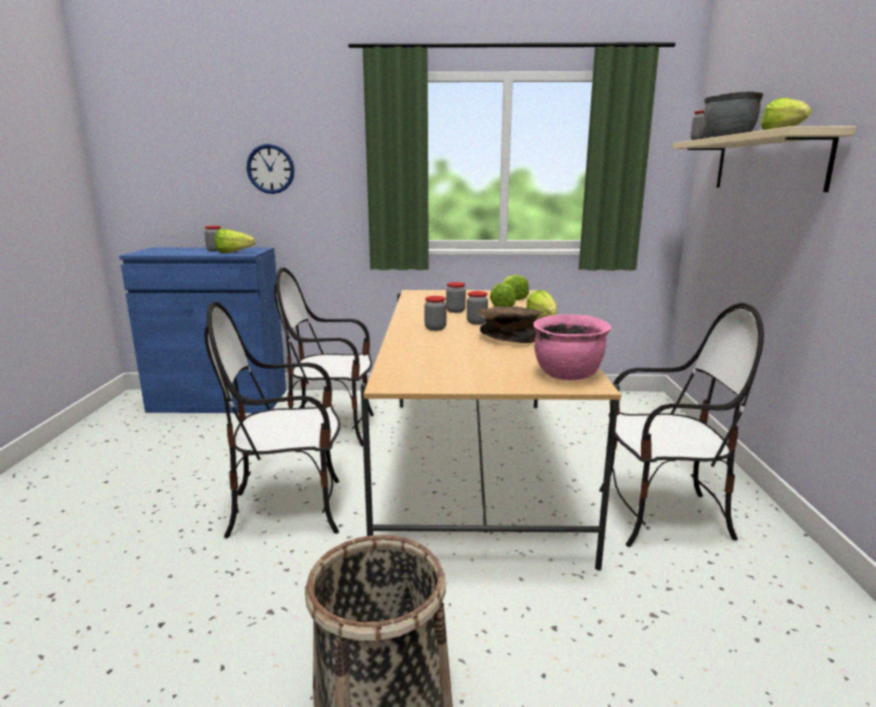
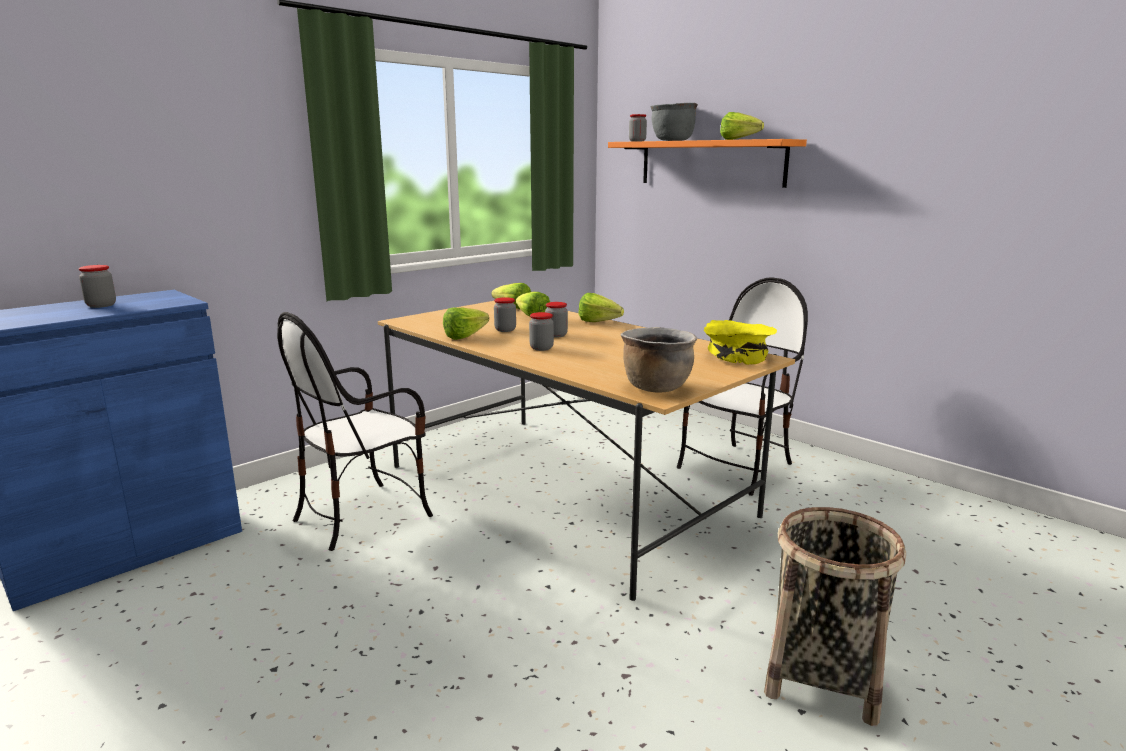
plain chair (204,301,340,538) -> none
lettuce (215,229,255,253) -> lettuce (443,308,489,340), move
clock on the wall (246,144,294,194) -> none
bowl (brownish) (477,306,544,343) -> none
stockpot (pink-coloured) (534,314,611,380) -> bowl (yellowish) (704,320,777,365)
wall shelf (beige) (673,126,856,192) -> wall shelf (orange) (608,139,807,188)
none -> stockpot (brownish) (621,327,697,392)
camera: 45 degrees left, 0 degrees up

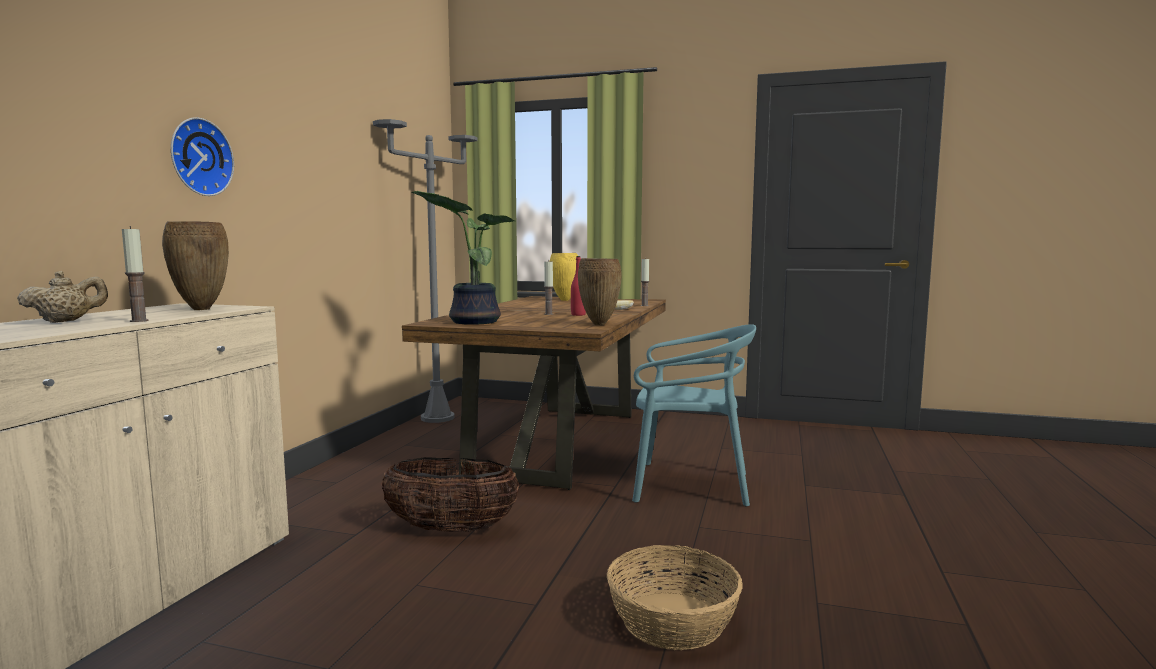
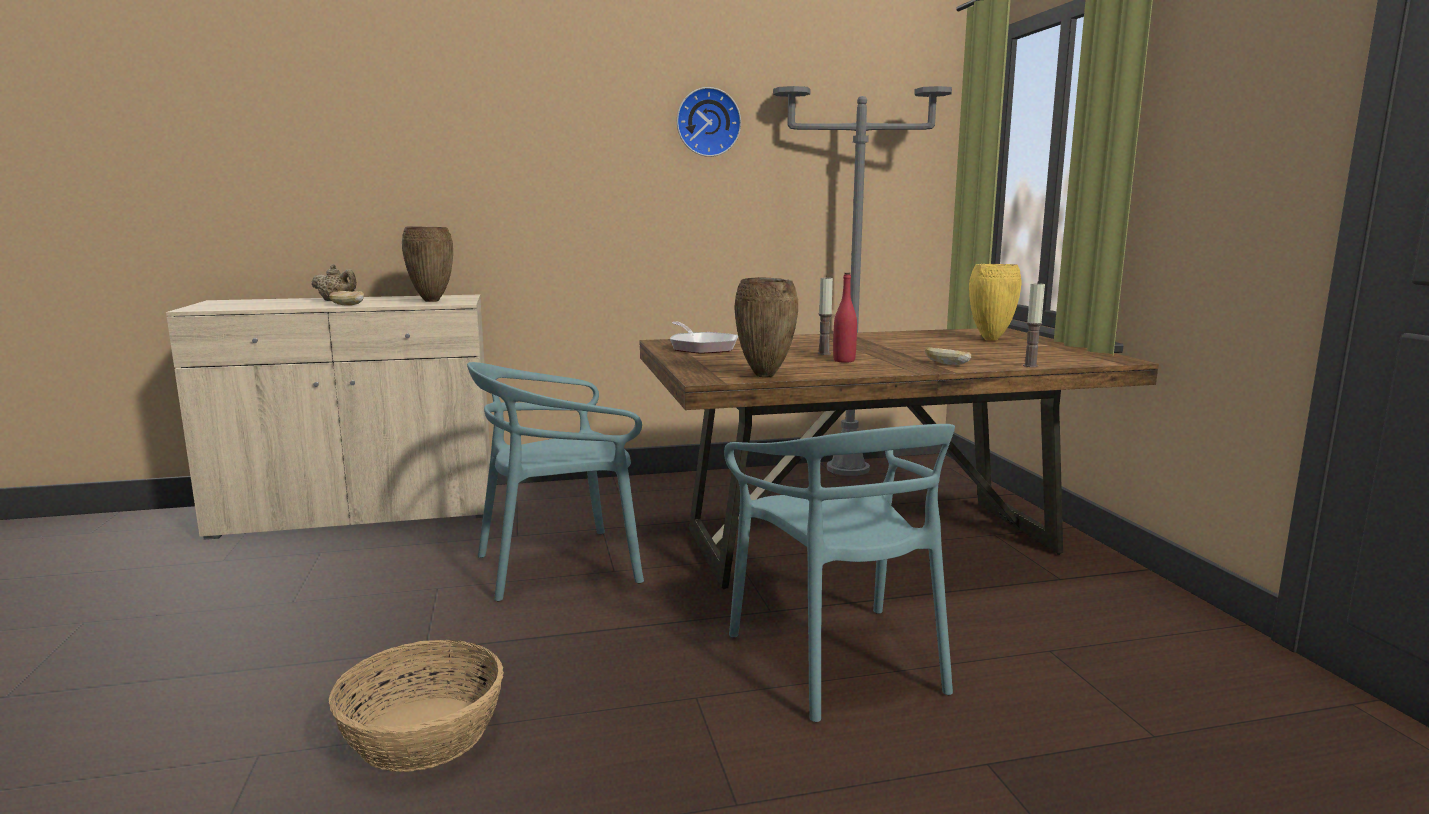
wax light (122,226,149,322) -> bread (329,291,364,306)
clock on the wall (171,117,234,196) -> clock on the wall (677,87,741,157), move
basket (381,457,519,532) -> plain chair (turquoise-coloured) (467,362,644,601)
plant in a pot (412,191,515,325) -> skillet (670,322,738,354)
camera: 60 degrees right, 5 degrees up

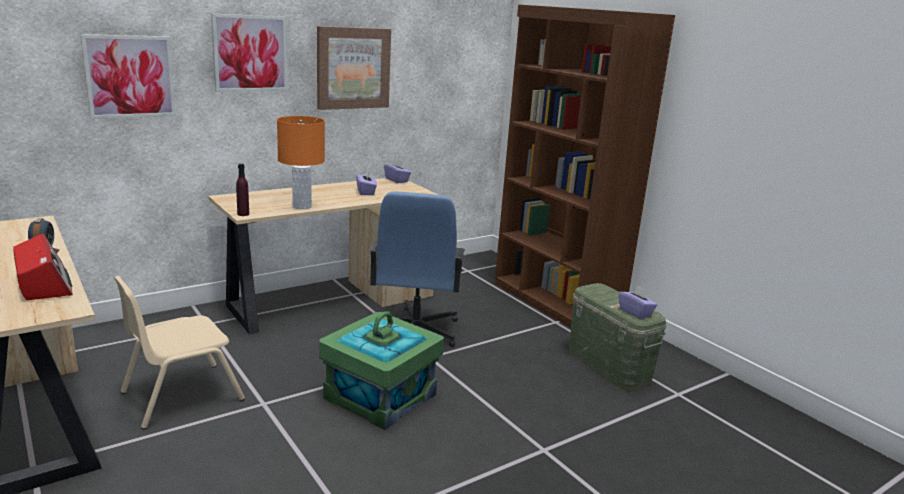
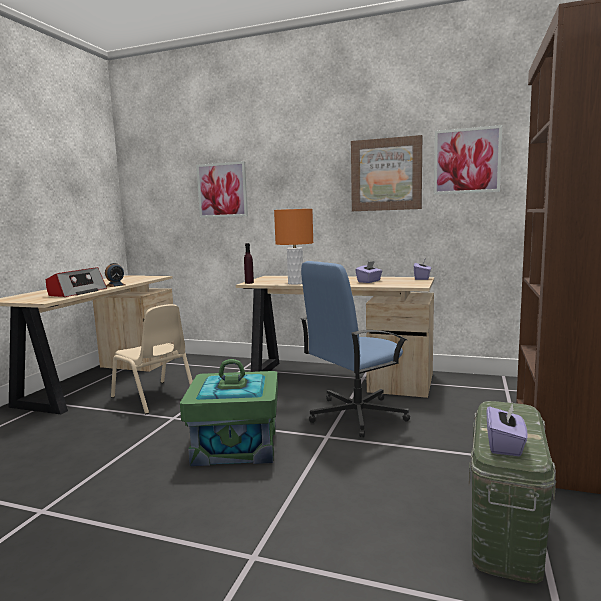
plain chair (beige) (114,276,245,429) -> plain chair (beige) (111,304,193,414), 150 degrees counterclockwise
wall picture (211,13,288,92) -> wall picture (434,125,502,195), move
camera: 55 degrees right, 10 degrees down

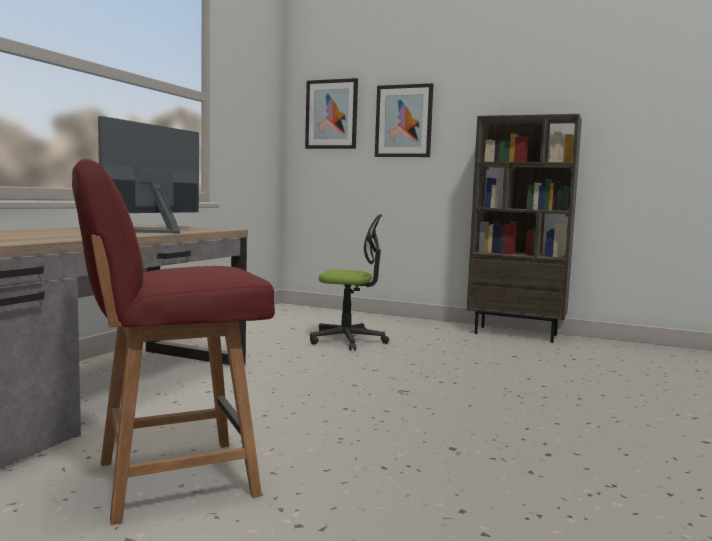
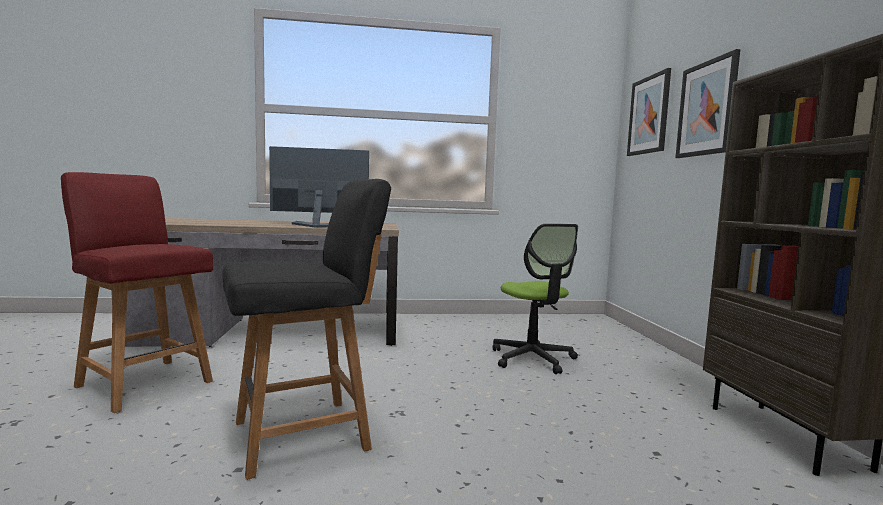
none -> plain chair (black-coloured) (223,179,391,480)
camera: 60 degrees right, 0 degrees up

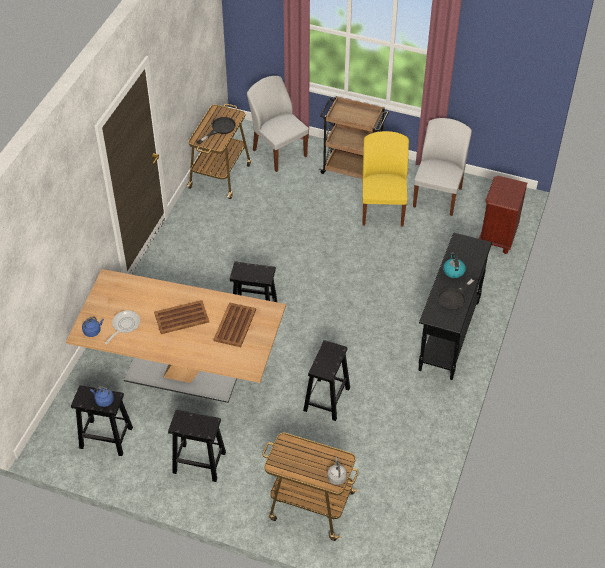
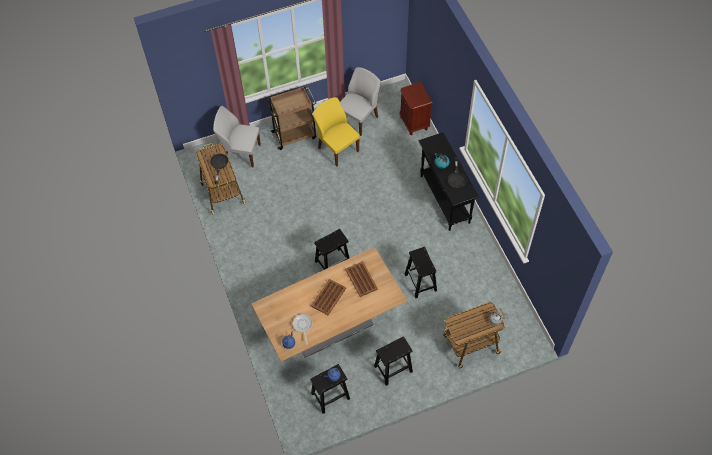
plain chair (white-coloured) (413,118,472,216) -> plain chair (white-coloured) (340,67,381,136), 60 degrees clockwise
camera: 40 degrees left, 10 degrees up

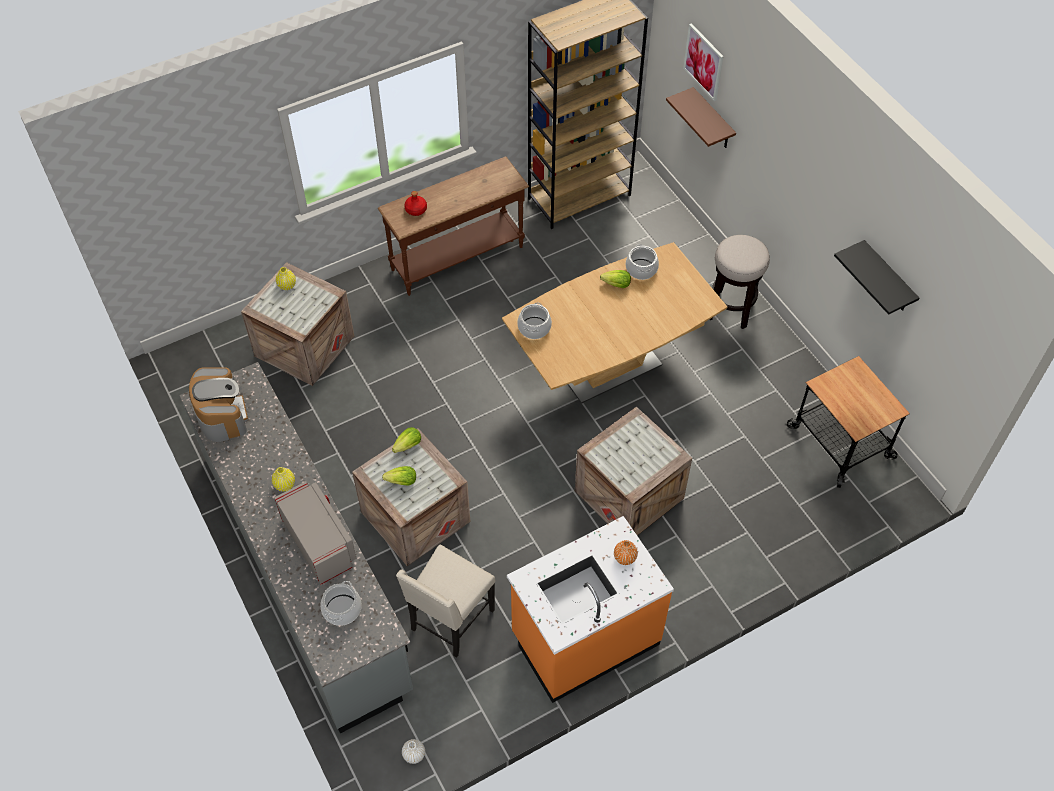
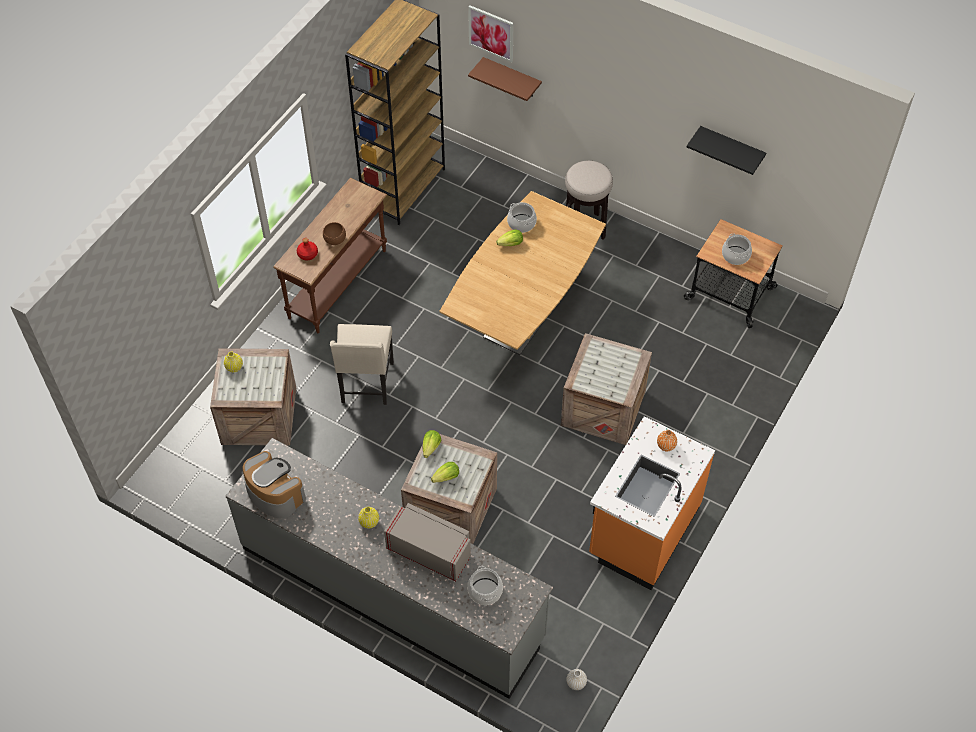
plain chair (beige) (396,545,496,658) -> plain chair (beige) (330,324,394,405), move
stockpot (517,303,552,339) -> stockpot (722,233,752,265), move
none -> bowl (brownish) (323,222,346,245)
camera: 30 degrees left, 0 degrees up

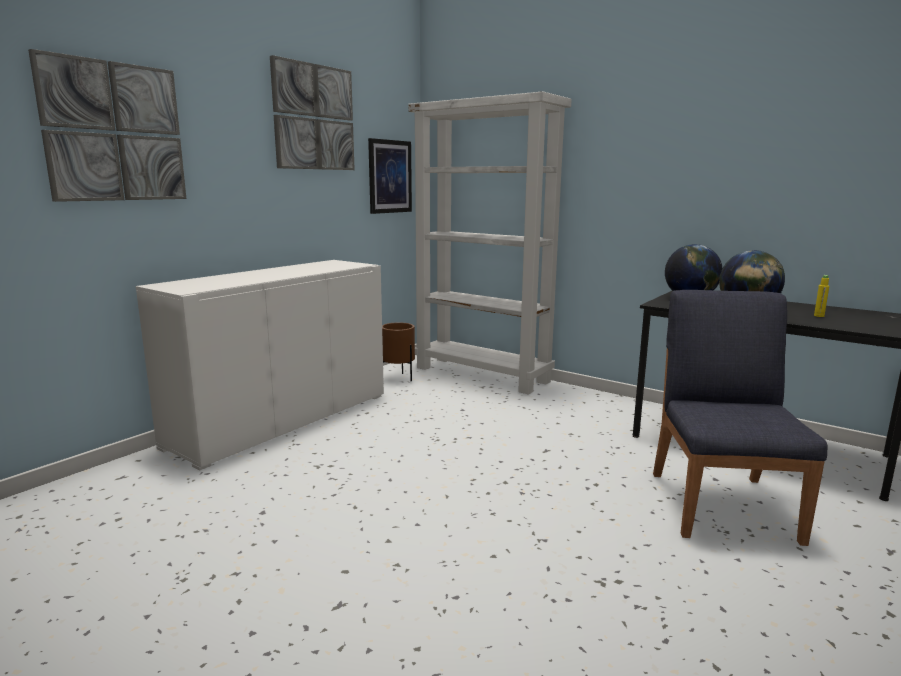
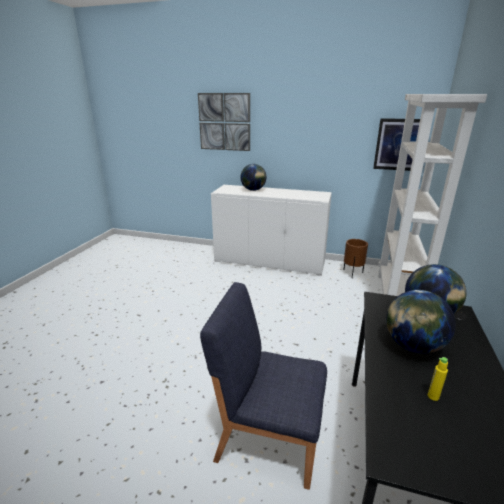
wall picture (270,55,355,170) -> none
plain chair (blue) (653,290,827,546) -> plain chair (blue) (200,282,327,490), 150 degrees counterclockwise
none -> desk globe (240,164,266,191)
camera: 70 degrees right, 10 degrees up

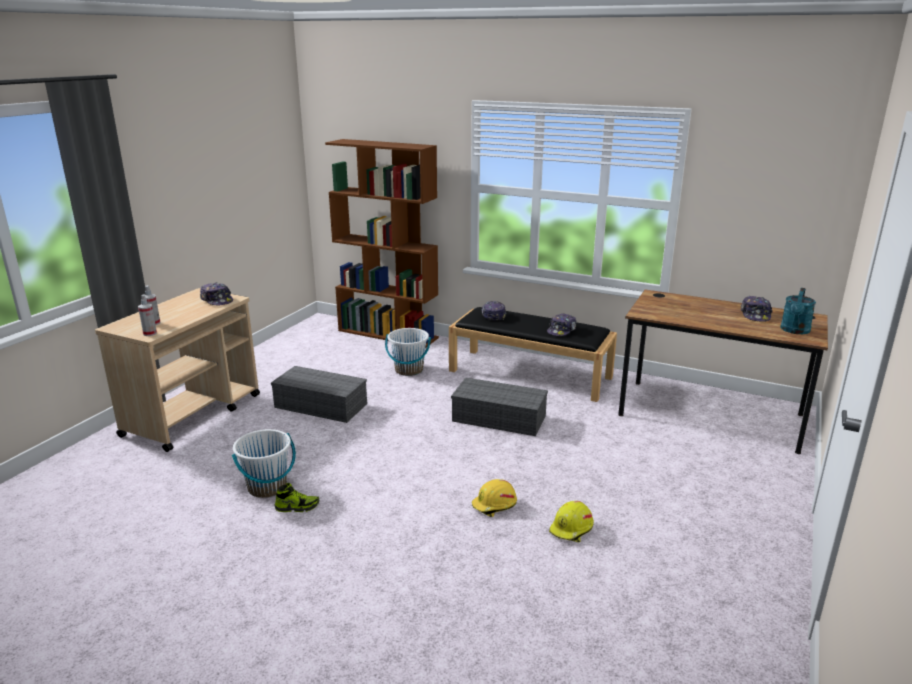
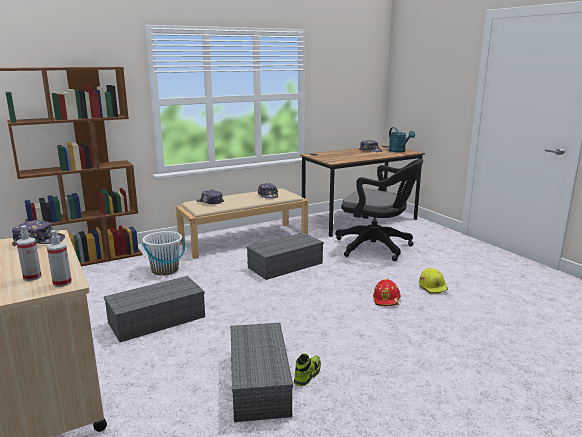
bucket (white-coloured) (232,429,296,498) -> storage container (greyish) (231,323,293,422)
indoor bench (black-coloured) (449,307,617,402) -> indoor bench (beige) (176,188,308,259)
work helmet (yellowish) (472,479,517,517) -> work helmet (red) (373,279,401,306)
none -> office chair (black-coloured) (336,159,424,261)
camera: 55 degrees left, 5 degrees down

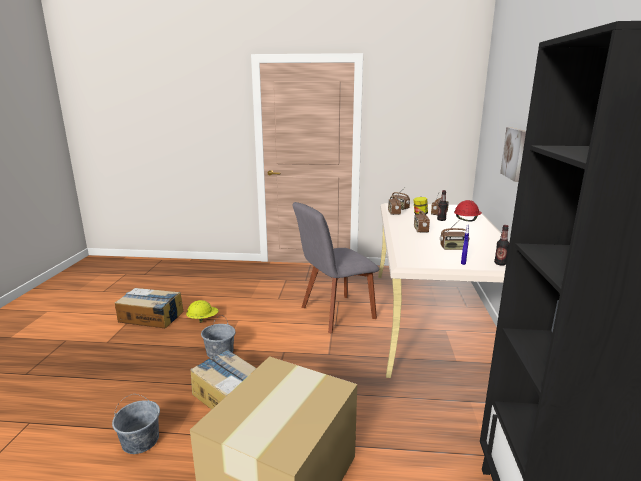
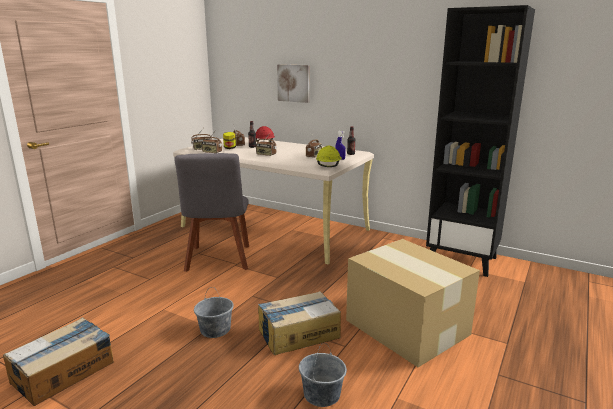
work helmet (yellowish) (186,300,219,323) -> work helmet (yellowish) (316,146,342,167), move
camera: 65 degrees left, 0 degrees up

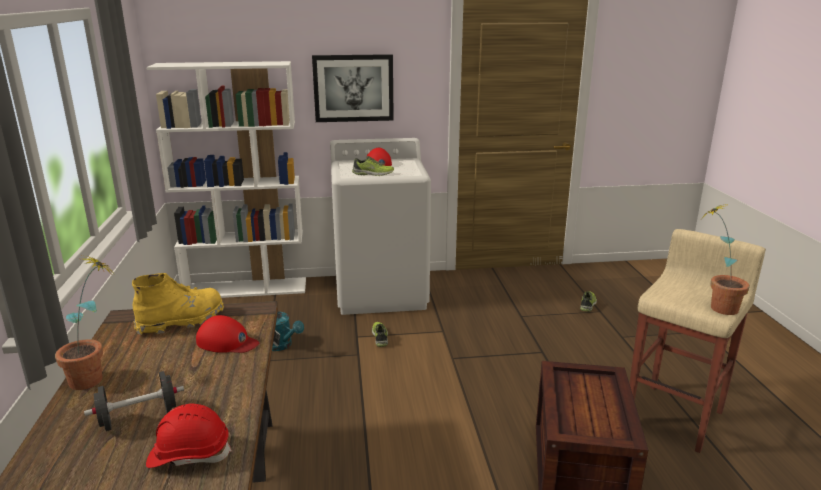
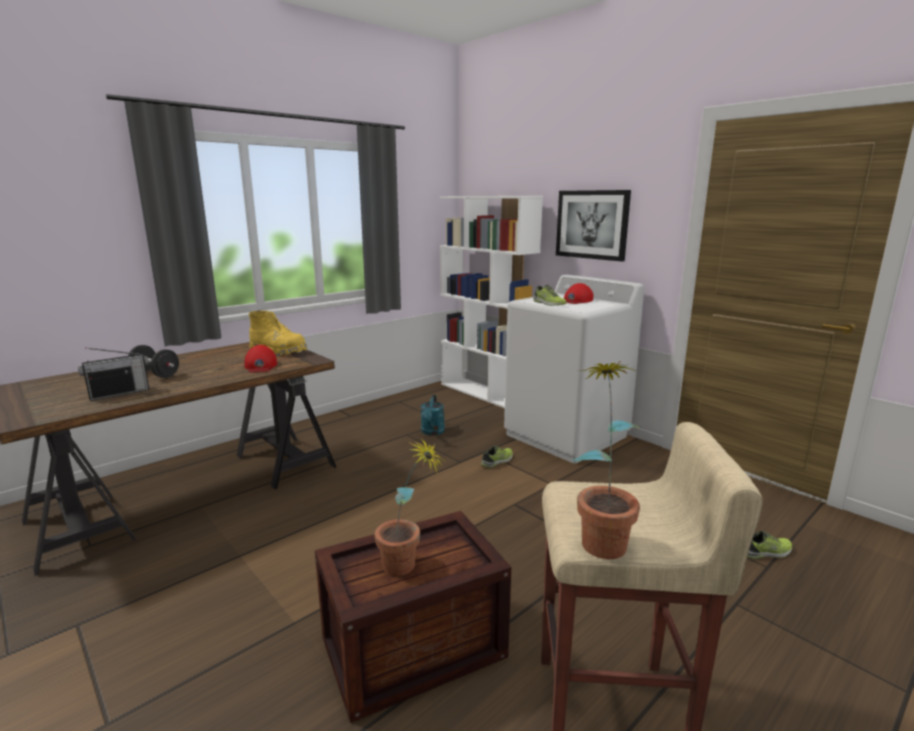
plant in a pot (55,255,114,390) -> plant in a pot (375,438,445,576), move
work helmet (red) (146,404,232,468) -> radio receiver (78,347,149,401)
camera: 55 degrees right, 5 degrees down

